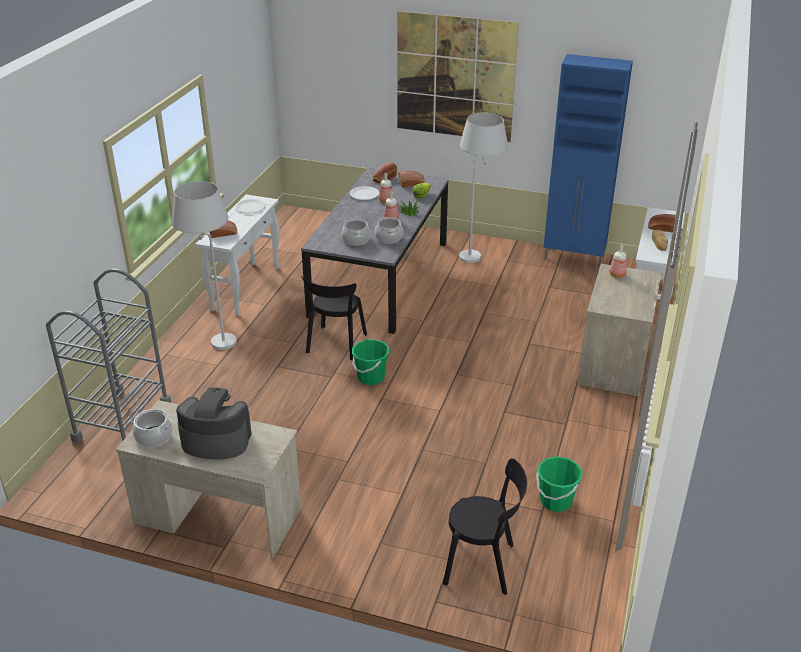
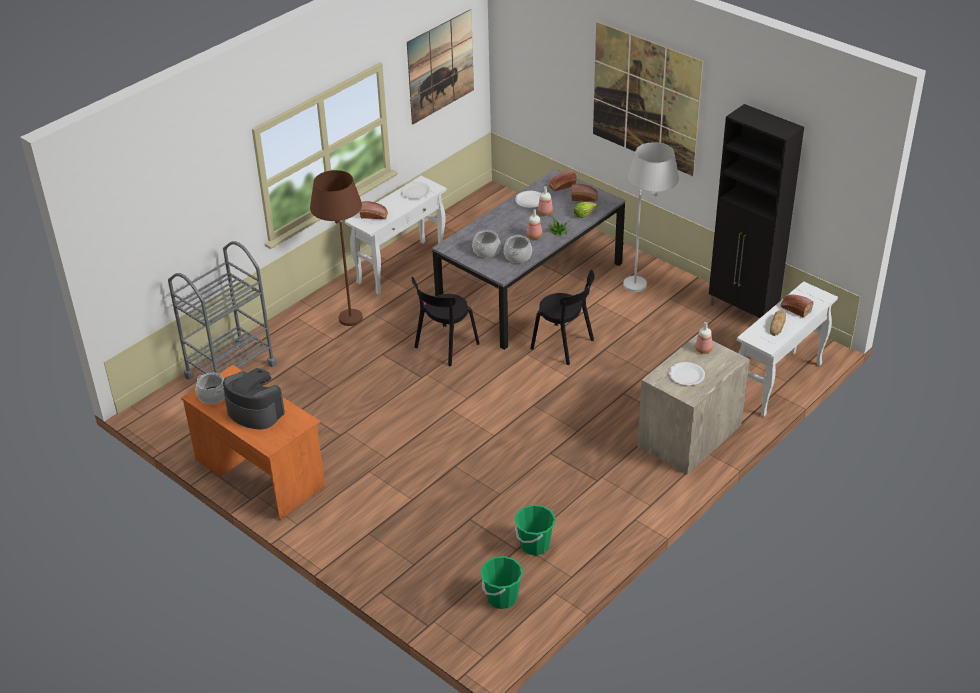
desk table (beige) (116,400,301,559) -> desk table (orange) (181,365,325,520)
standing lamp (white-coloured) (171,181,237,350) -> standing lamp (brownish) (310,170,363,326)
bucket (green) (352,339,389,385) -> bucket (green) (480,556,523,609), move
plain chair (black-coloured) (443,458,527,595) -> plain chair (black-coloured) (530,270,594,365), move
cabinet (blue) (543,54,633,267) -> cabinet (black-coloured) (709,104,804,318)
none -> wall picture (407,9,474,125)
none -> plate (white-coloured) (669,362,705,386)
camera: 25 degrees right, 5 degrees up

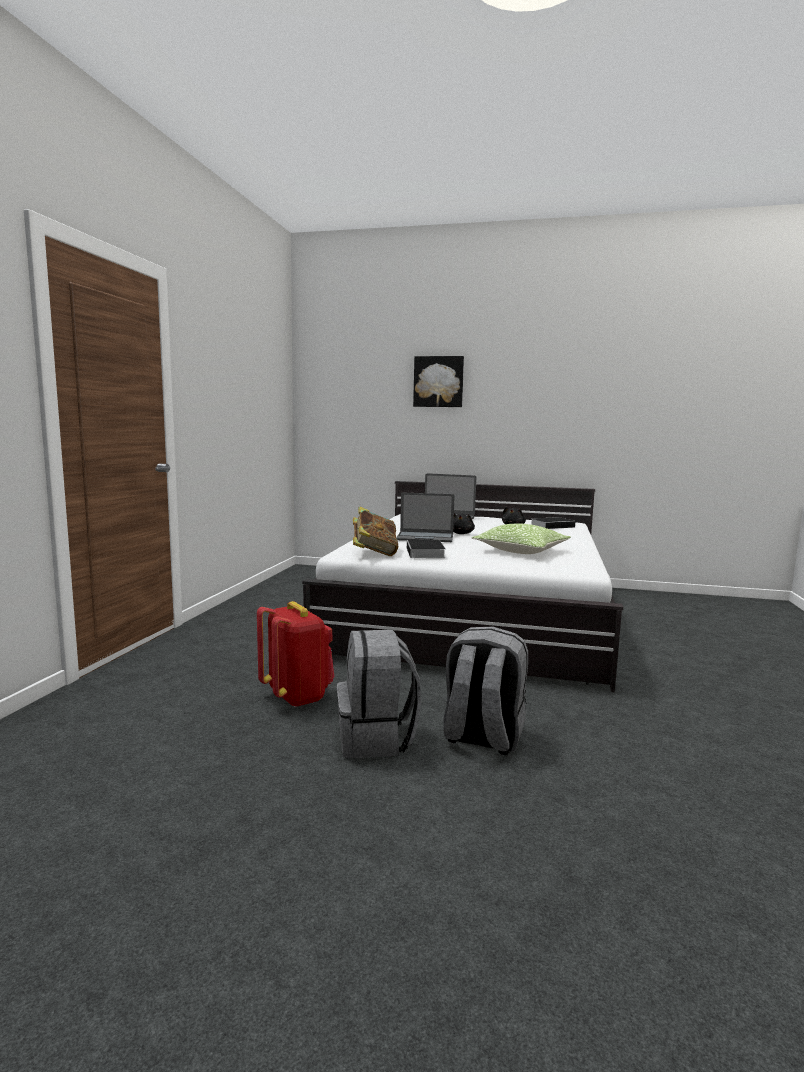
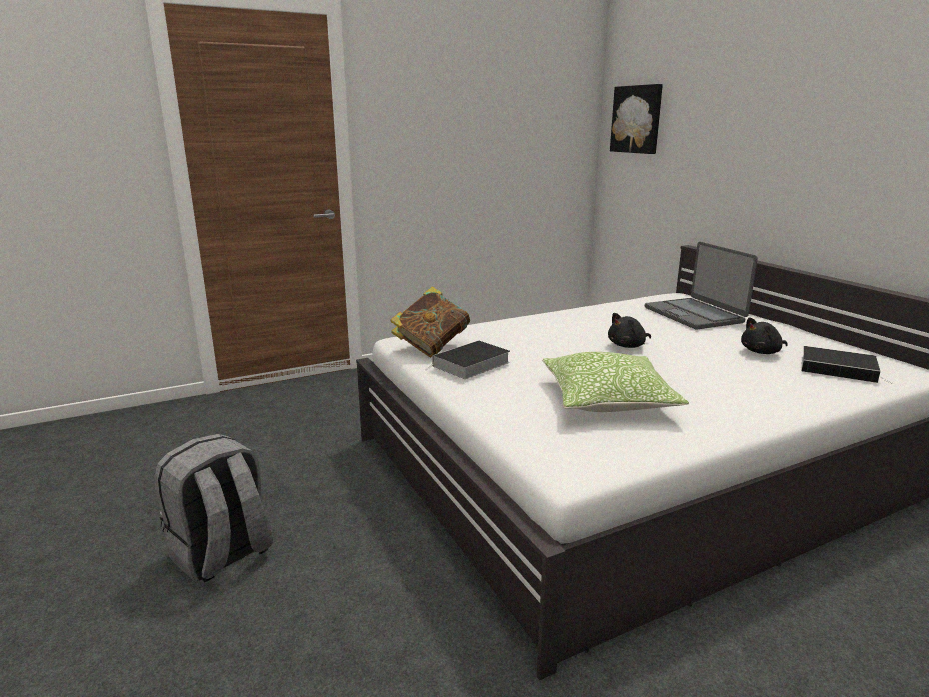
knapsack (red) (257,601,334,707) -> none
portable computer (396,492,455,542) -> none
wall picture (413,356,464,407) -> wall picture (610,84,663,154), move
knapsack (greyish) (443,627,528,755) -> none
camera: 50 degrees right, 10 degrees up

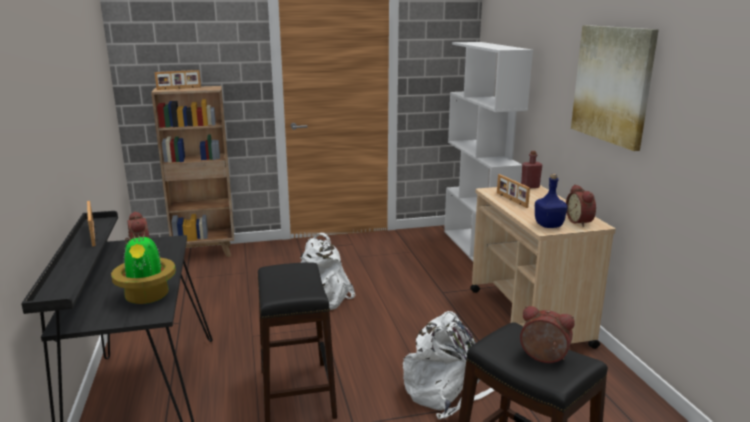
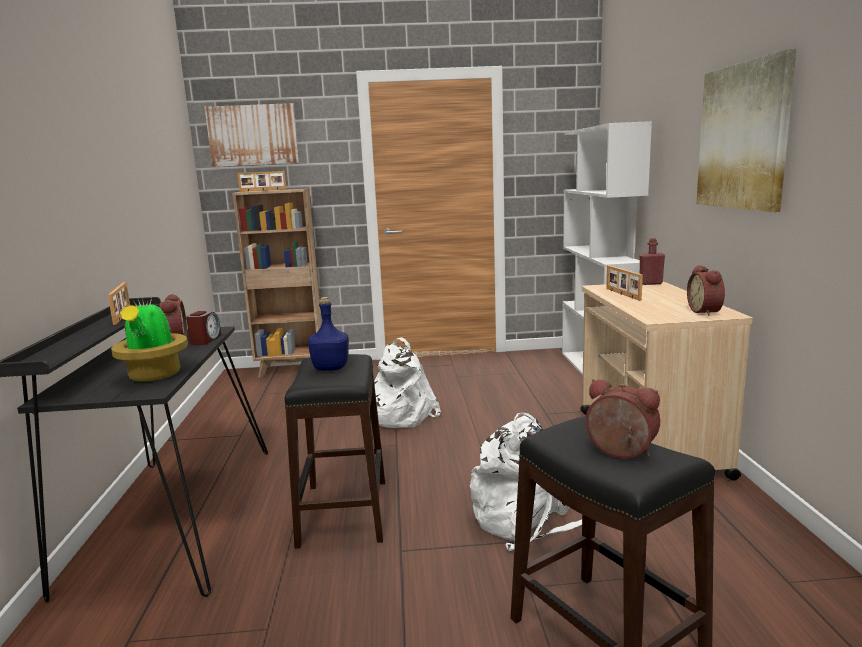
beverage bottle (blue) (535,173,568,228) -> beverage bottle (blue) (308,297,349,371), move
none -> bedside clock (186,311,221,345)
none -> wall picture (205,103,299,167)
camera: 10 degrees right, 5 degrees down

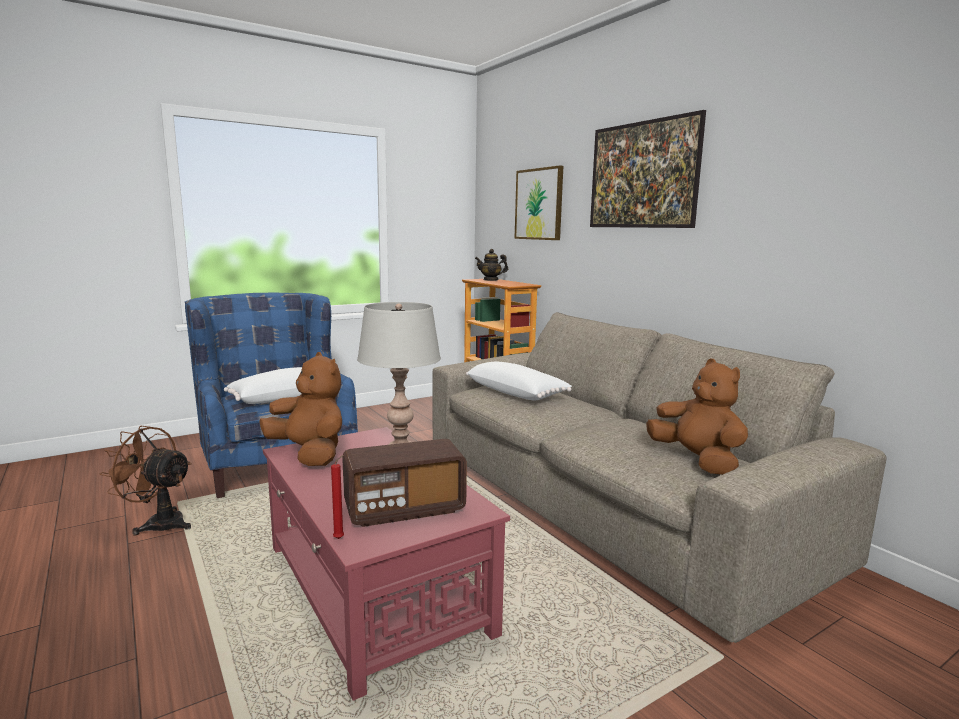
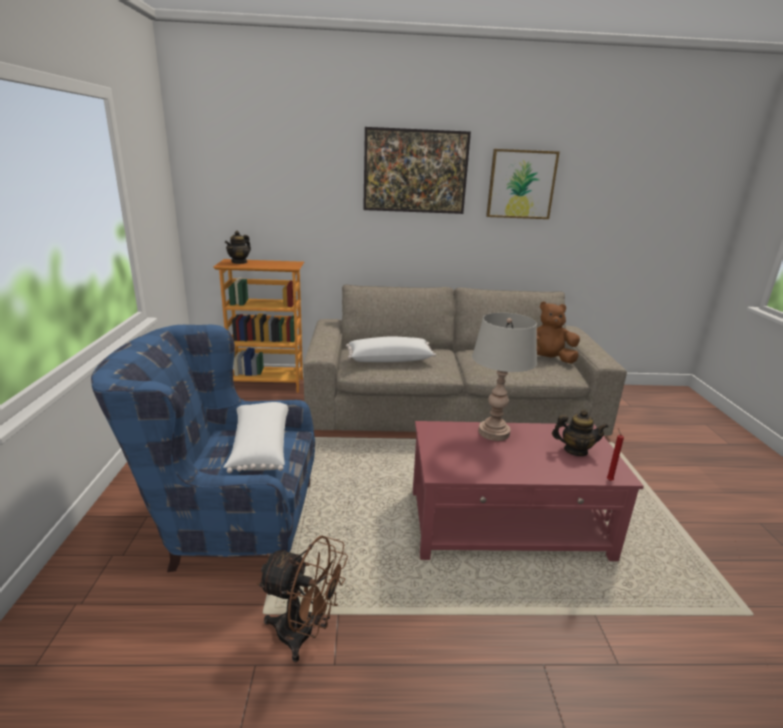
cooling fan (brownish) (100,426,192,536) -> cooling fan (brownish) (257,536,348,662), 120 degrees counterclockwise
cuddly toy (brownish) (259,352,342,466) -> none
radio receiver (342,439,467,527) -> teapot (552,410,609,456)
wall picture (514,165,563,240) -> wall picture (486,149,560,219), move
camera: 60 degrees left, 10 degrees up

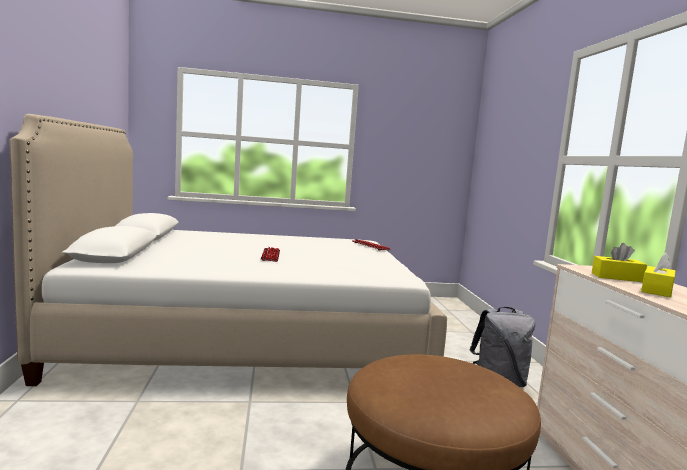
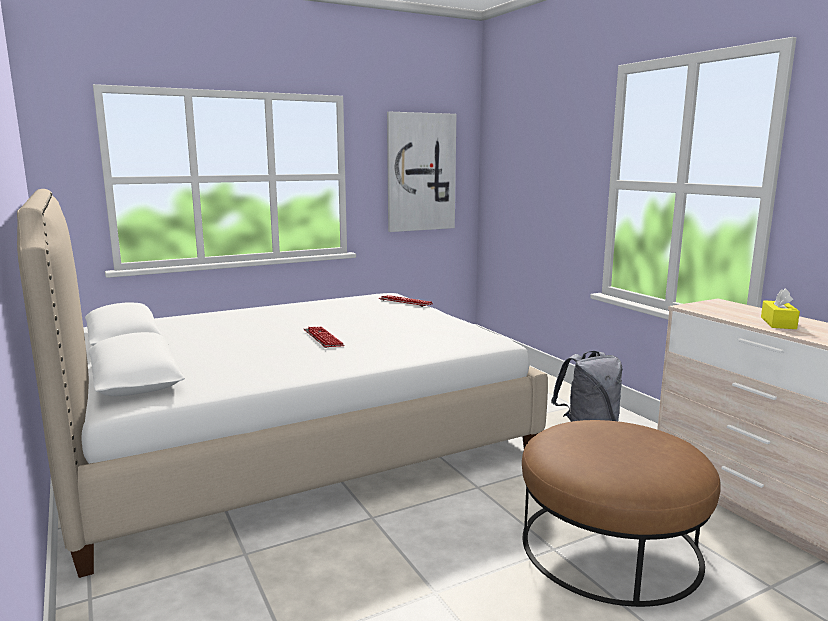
tissue box (yellowish) (592,243,647,282) -> none
none -> wall picture (387,112,456,232)
camera: 20 degrees left, 5 degrees up

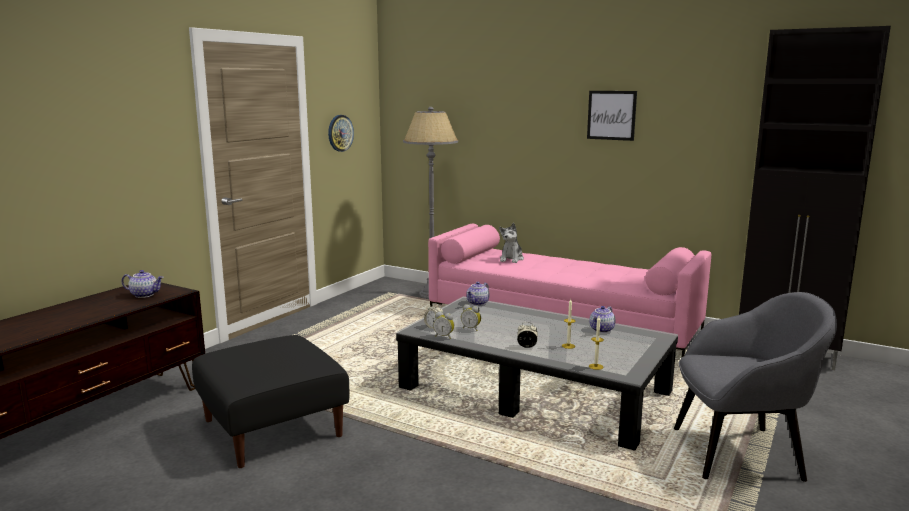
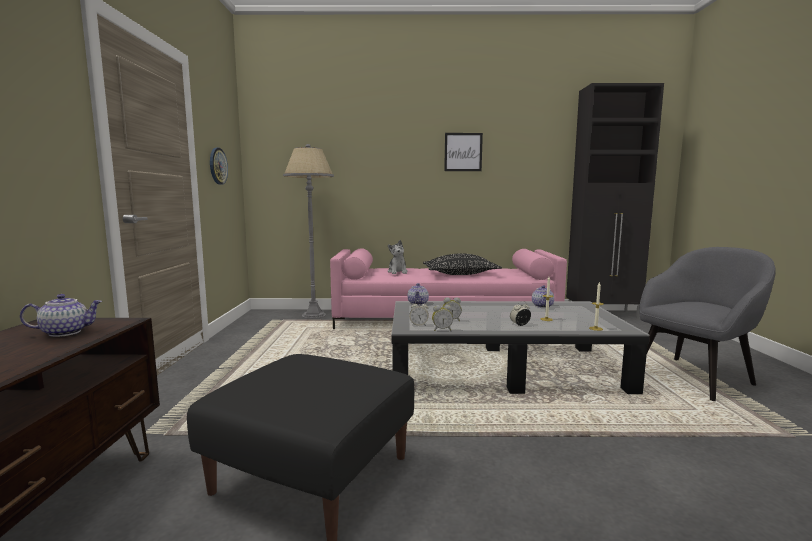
none -> pillow (black-coloured) (423,253,502,275)
camera: 30 degrees left, 5 degrees down

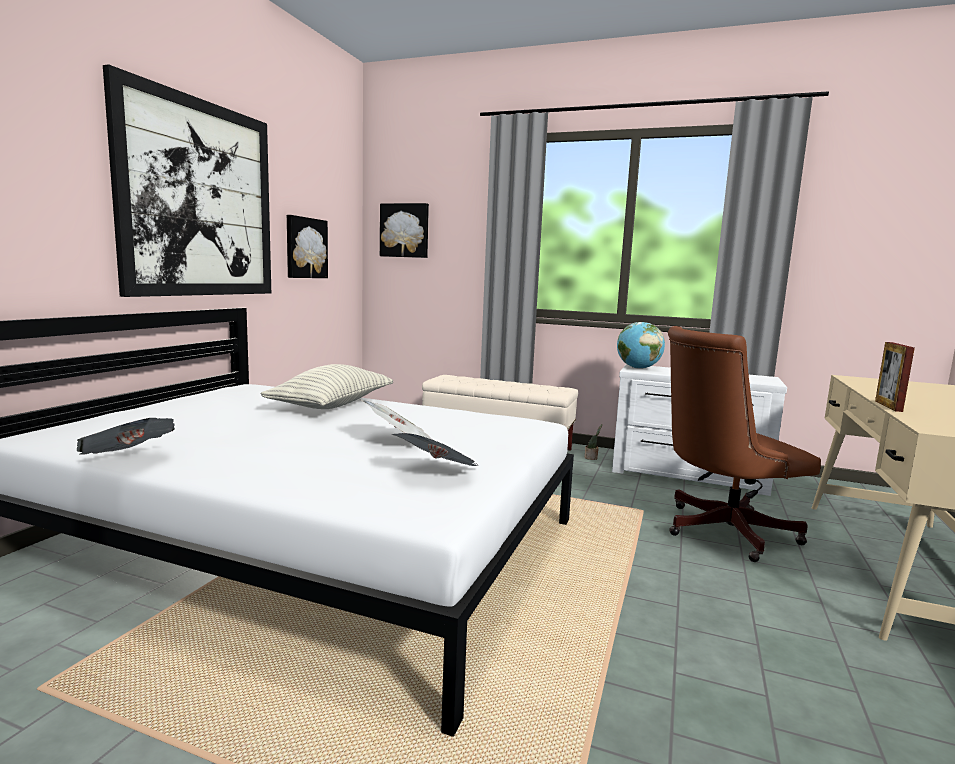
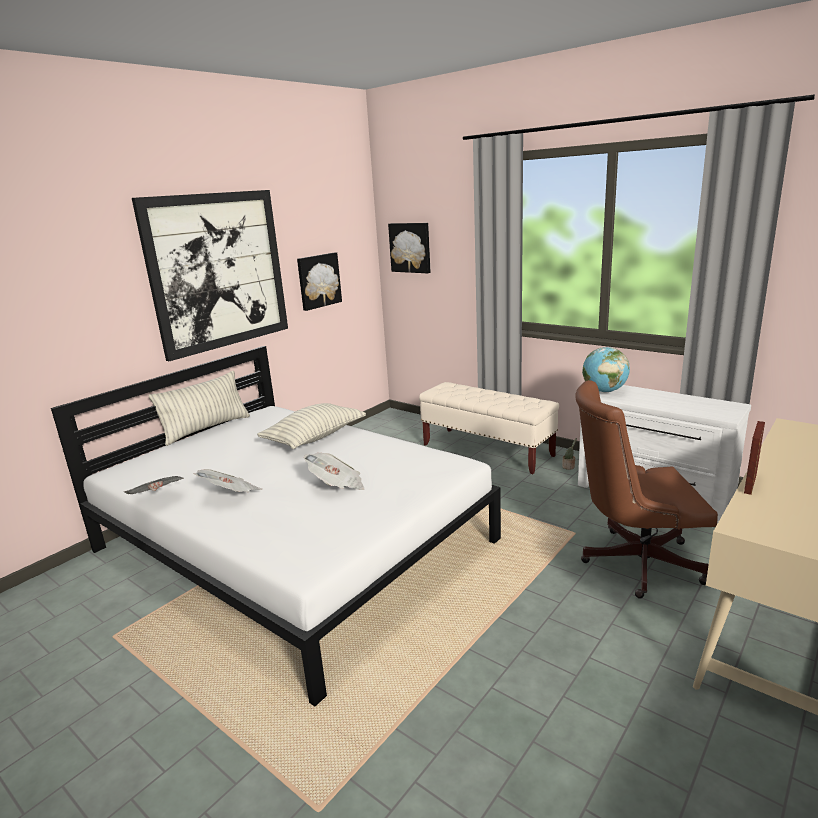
newspaper (392,433,477,466) -> newspaper (193,469,263,492), move
none -> pillow (149,371,250,446)
camera: 20 degrees right, 10 degrees up

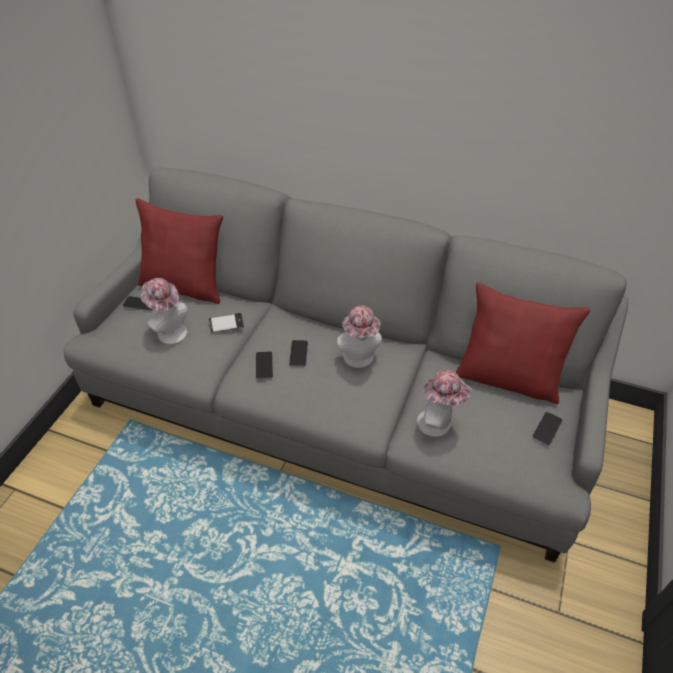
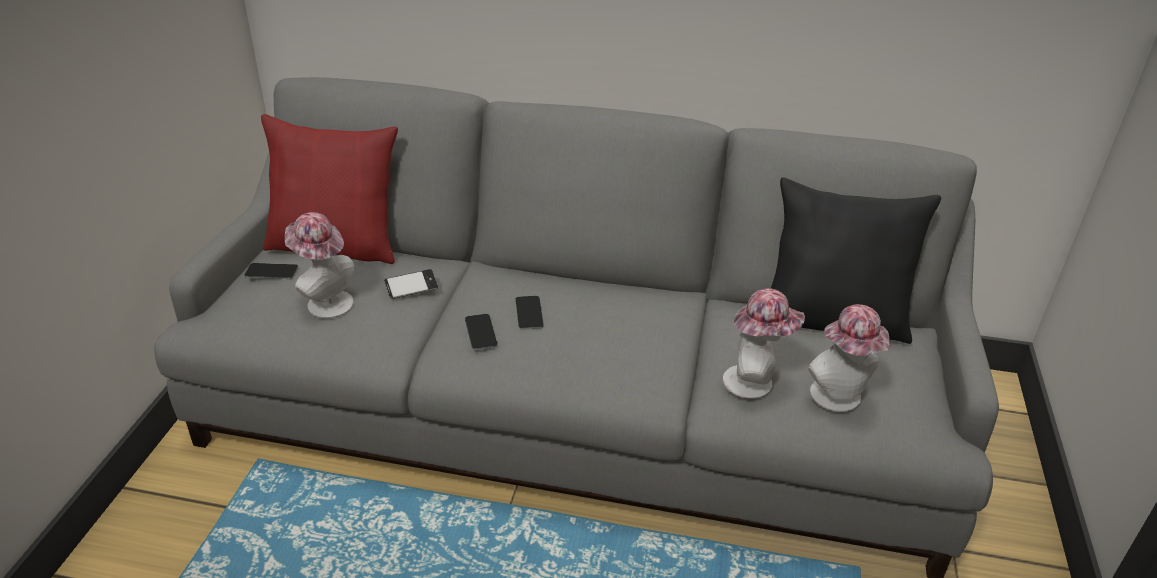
clothing hat (337,305,382,368) -> clothing hat (808,304,890,412), move
pillow (red) (455,282,590,404) -> pillow (black-coloured) (771,177,941,344)
phone (532,412,563,445) -> none
camera: 10 degrees left, 10 degrees down

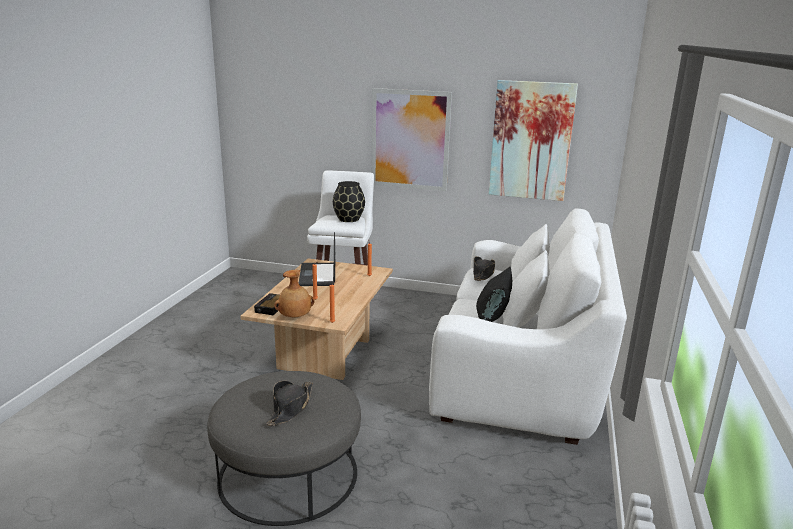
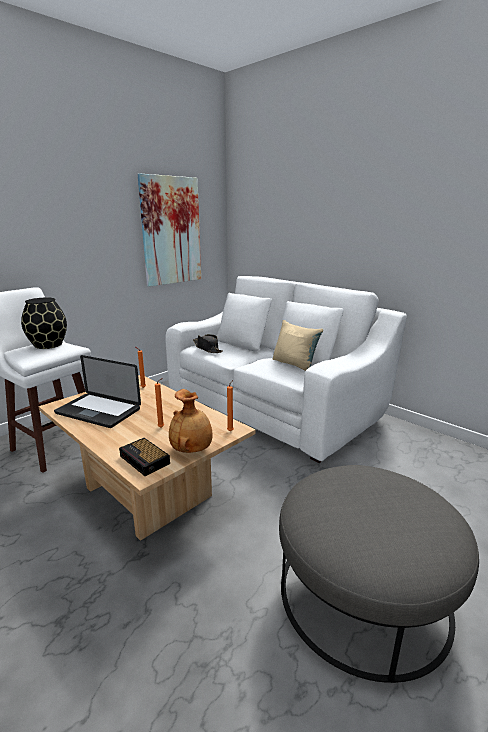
clothing hat (black-coloured) (266,381,313,426) -> none
wall picture (372,88,452,191) -> none
pillow (black-coloured) (476,267,512,322) -> pillow (beige) (273,320,323,371)
camera: 60 degrees left, 0 degrees up

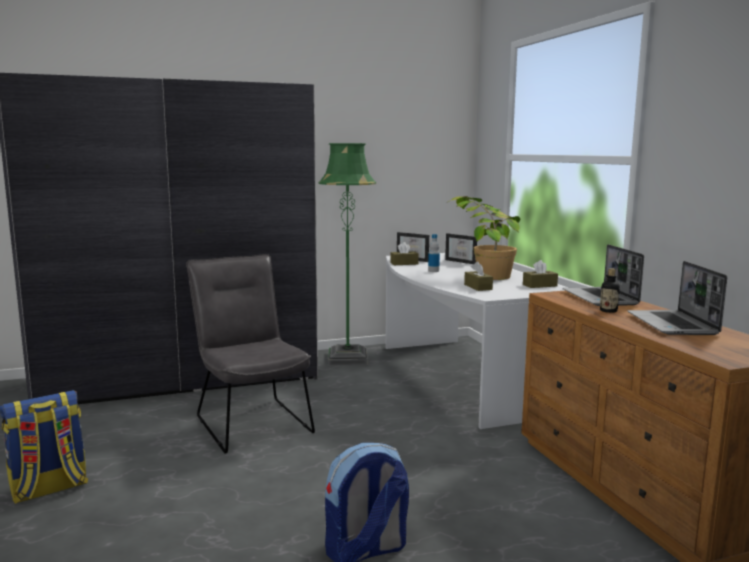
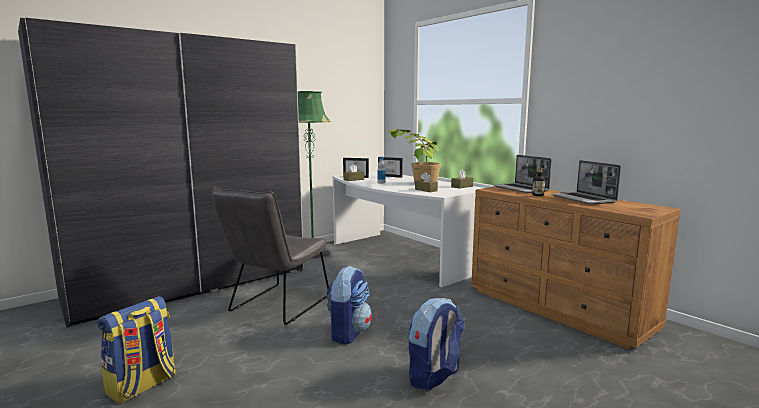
plain chair (greyish) (186,254,315,454) -> plain chair (greyish) (212,187,329,325), 105 degrees counterclockwise
none -> knapsack (326,266,372,345)
camera: 20 degrees left, 0 degrees up

